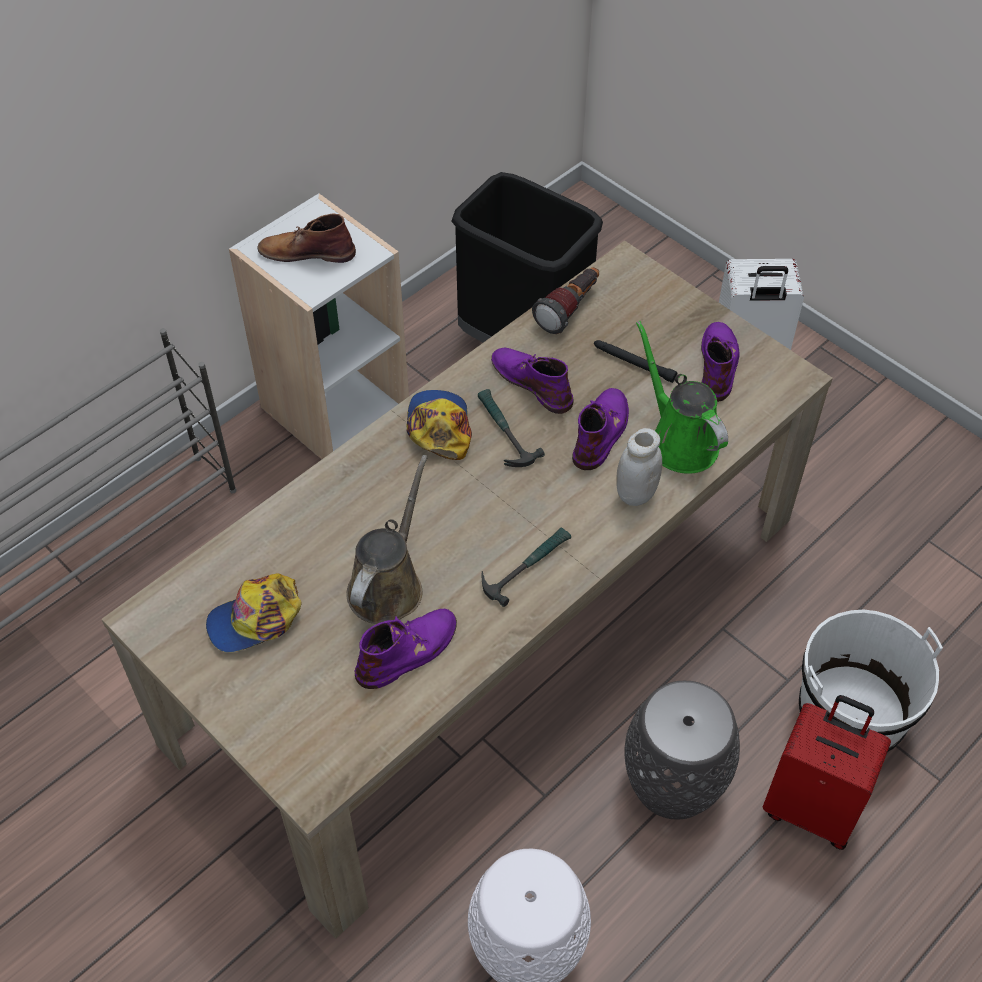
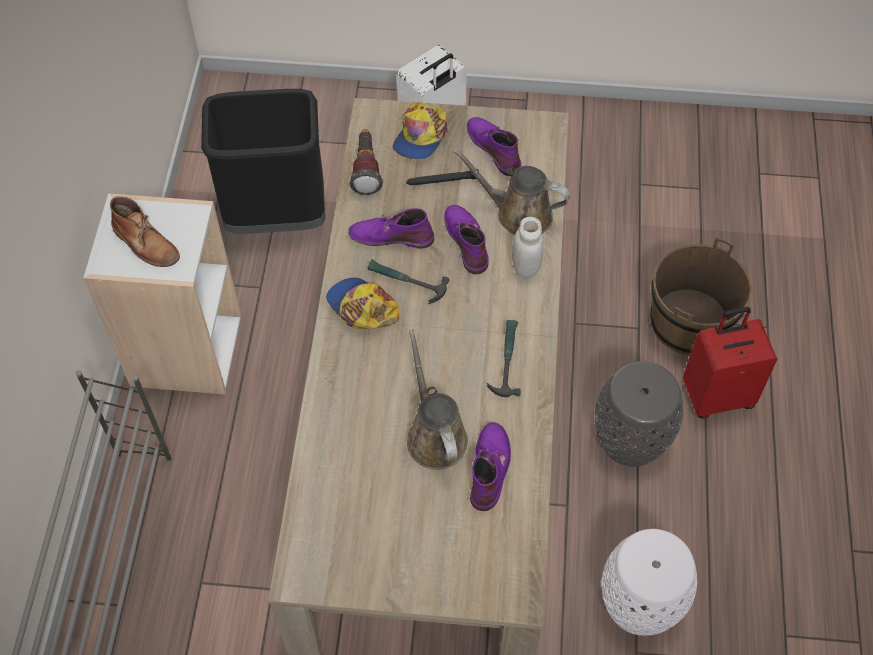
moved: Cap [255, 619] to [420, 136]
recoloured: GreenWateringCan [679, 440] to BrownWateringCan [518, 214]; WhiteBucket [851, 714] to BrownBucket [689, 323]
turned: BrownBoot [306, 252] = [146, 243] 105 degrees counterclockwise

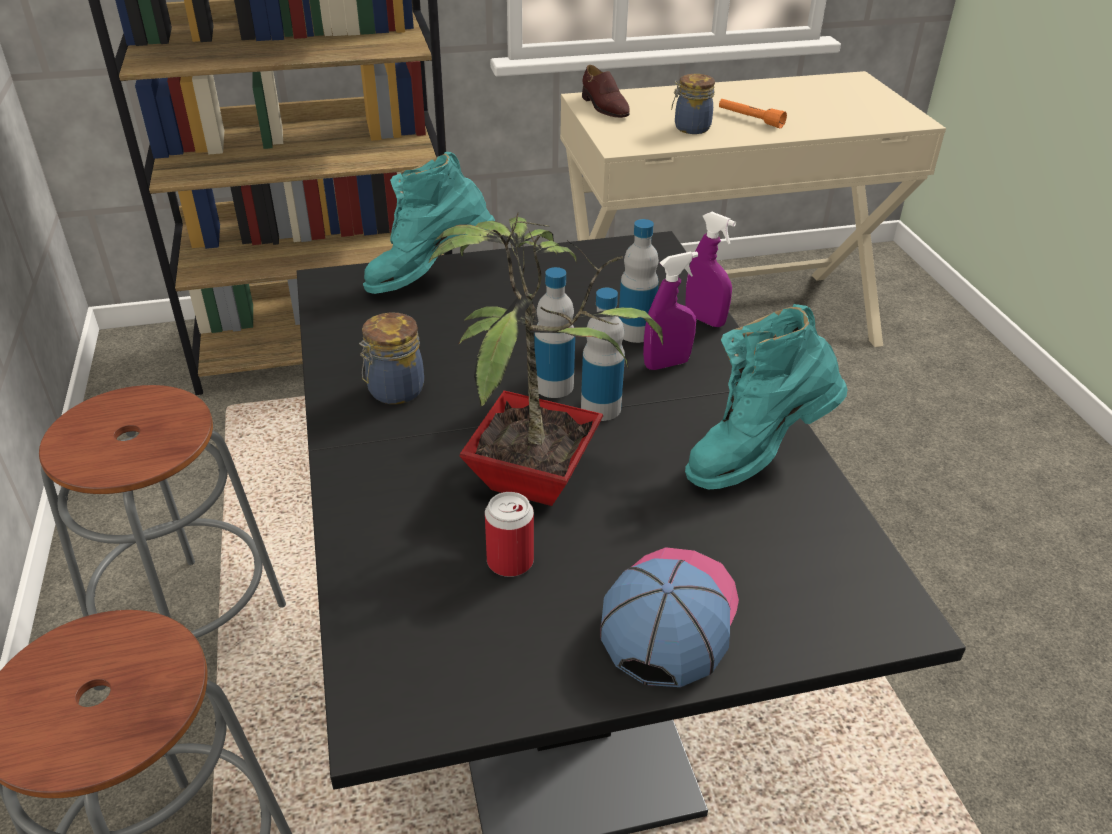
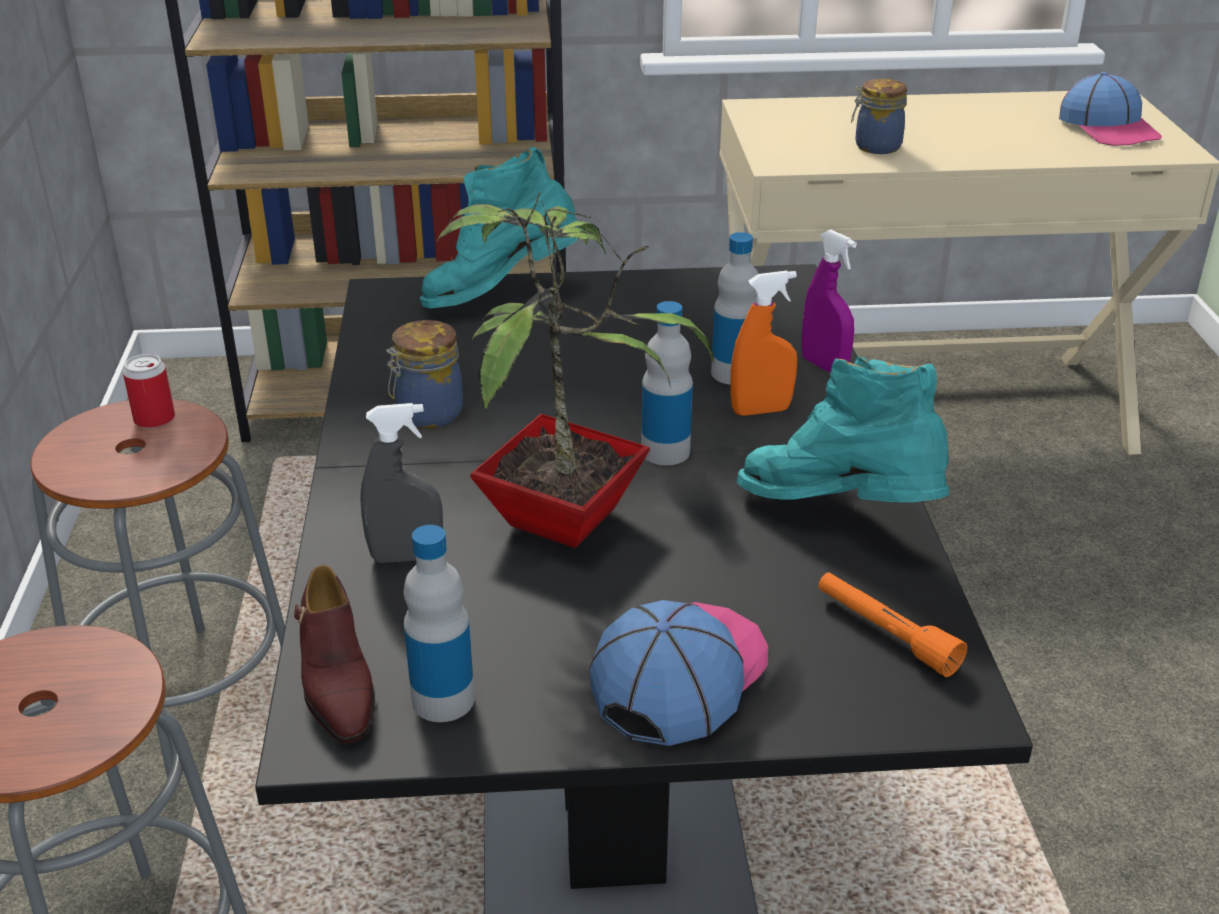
added: GreySprayBottle [406, 557]; Cap [1109, 128]
moved: Can [510, 561] to [154, 419]; BrownShoe [604, 107] to [335, 681]; Bottle [554, 386] to [443, 700]; OrangeFlashlight [750, 119] to [885, 634]
recoloured: PurpleSprayBottle [666, 364] to OrangeSprayBottle [761, 410]
turned: TurquoiseBoot [756, 455] = [840, 517] 60 degrees clockwise

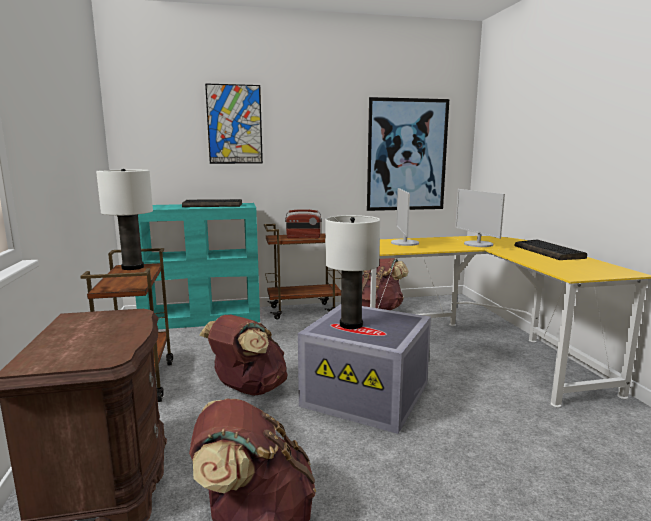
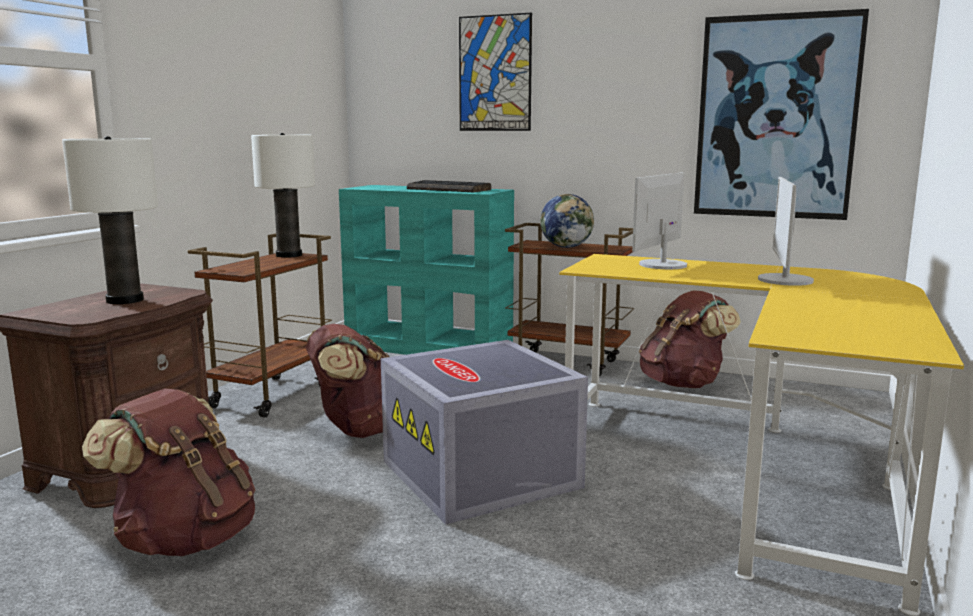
removed: Keyboard [549, 252]
moved: WhiteTableLamp [351, 324] to [125, 300]
replaced: Radio [303, 237] to Globe [566, 247]

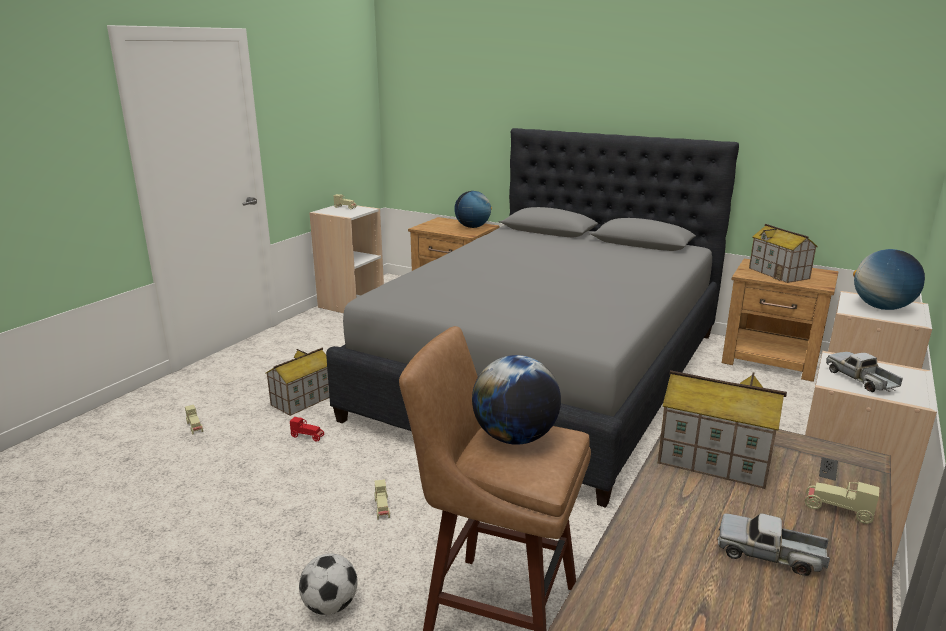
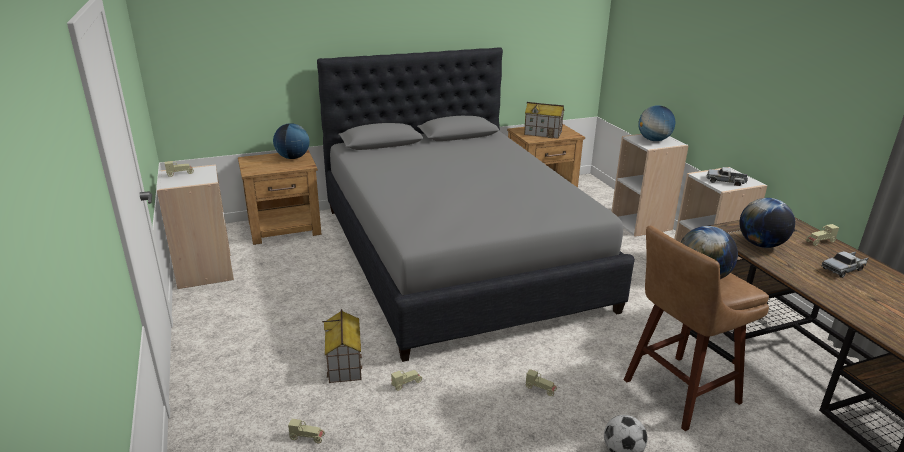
replaced: ToyHouse [712, 460] to Globe [761, 244]
recoloured: RedToyCar [308, 436] to BeigeToyCar [406, 383]

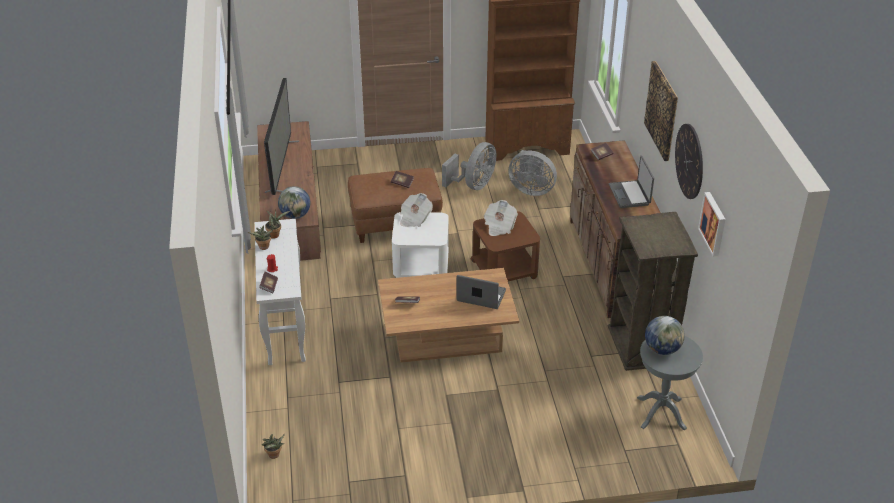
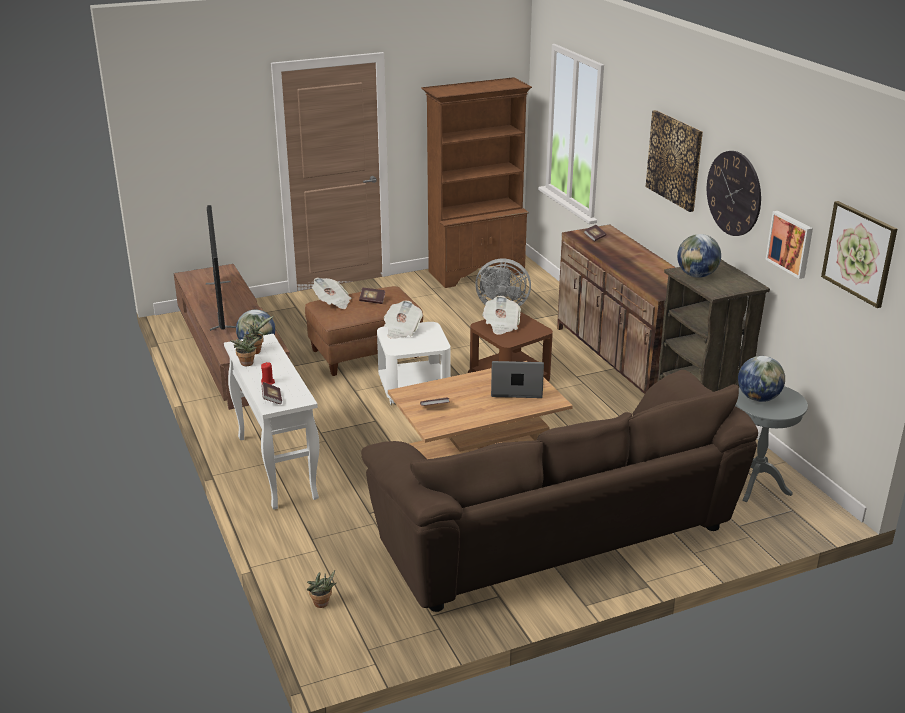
removed: GreyFan [473, 185]; Laptop [630, 195]
added: Newspaper [332, 302]; BrownSofa [557, 539]; Globe [696, 275]; Picture [859, 253]

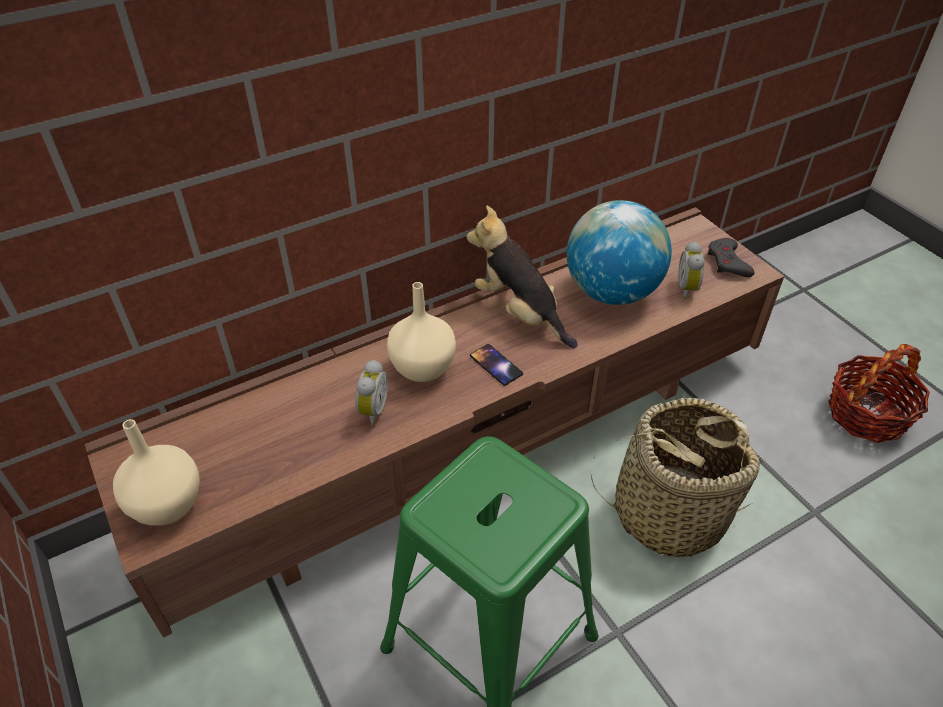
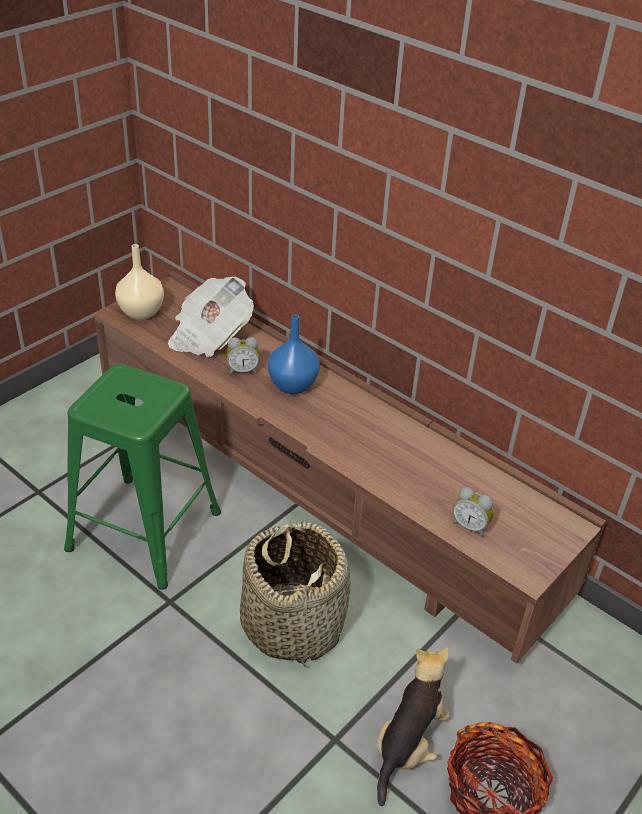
removed: Phone [496, 365]; Globe [611, 292]; GreyGameController [728, 262]
added: Newspaper [209, 336]
moved: PlushToy [520, 313] to [408, 744]
recoloured: BeigeVase [423, 367] to BlueVase [294, 385]
turned: AlarmClock [688, 289] = [470, 526] 135 degrees counterclockwise

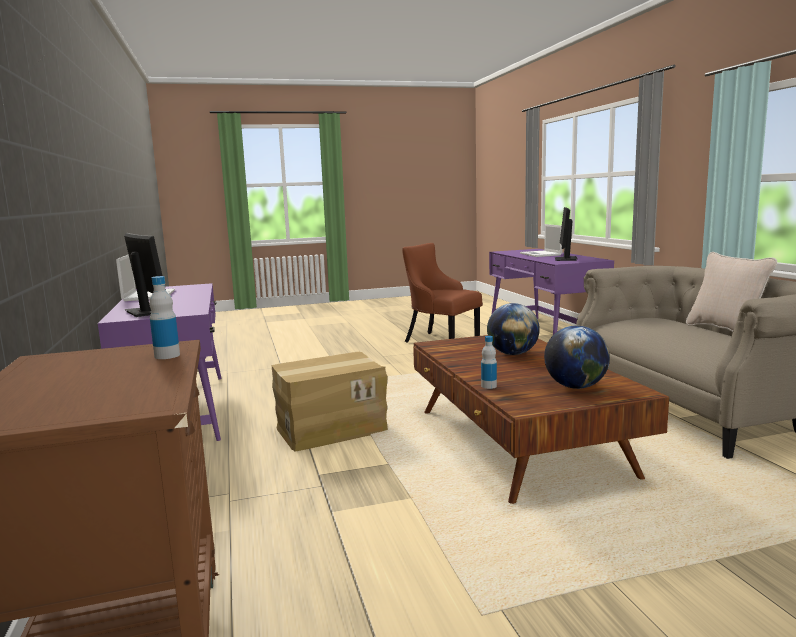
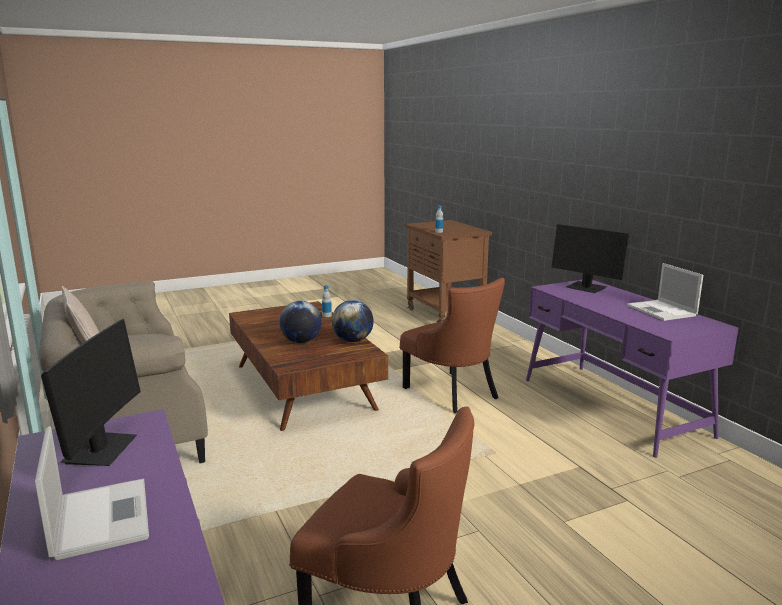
moved: Globe [575, 387] to [353, 341]
replaced: CardboardBox [331, 428] to BrownChair [450, 392]

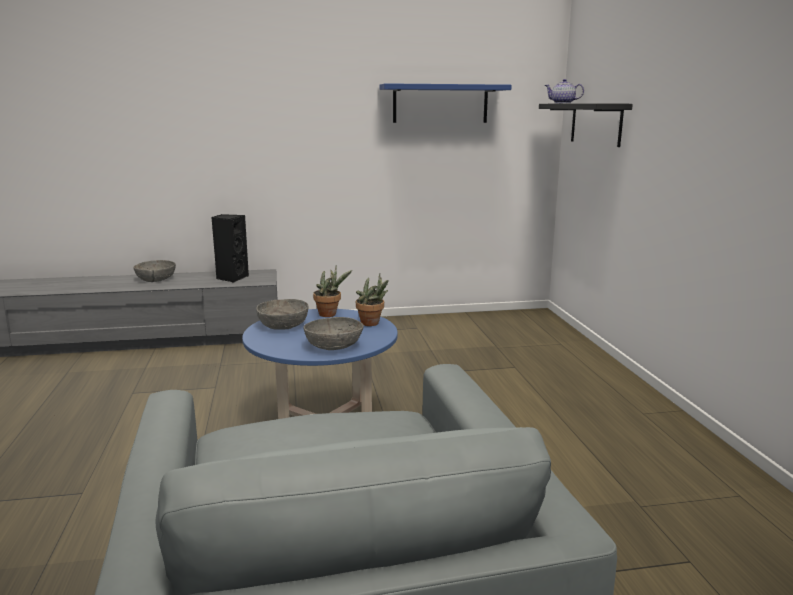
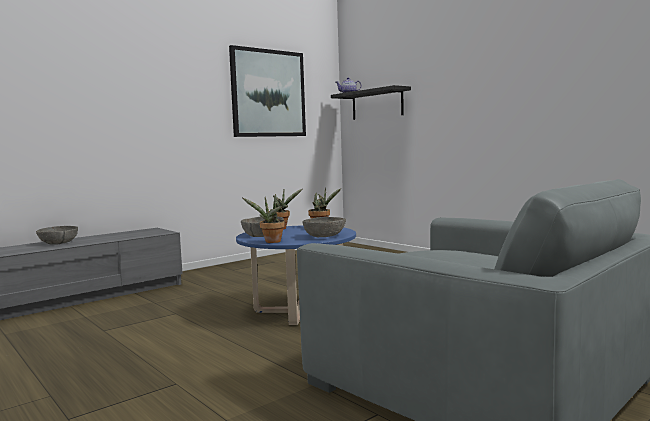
removed: BlackSpeaker [231, 278]
added: PottedPlant [271, 242]
replaced: BlueShelf [440, 104] to Picture [268, 93]

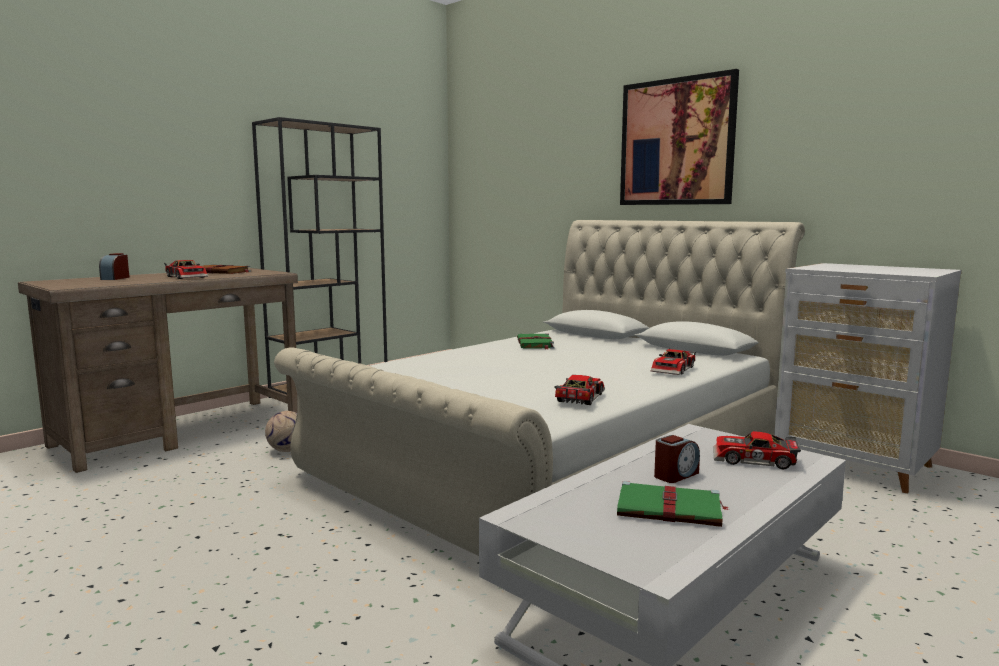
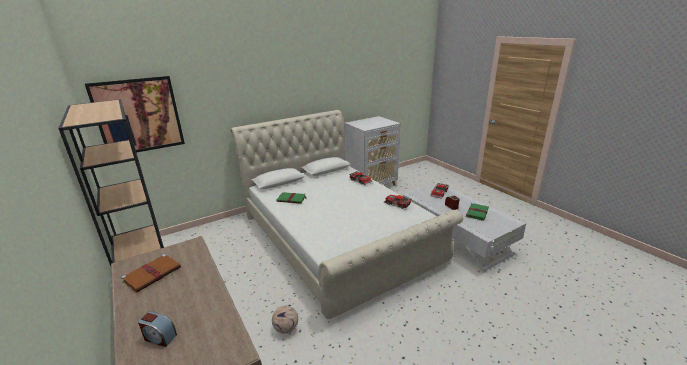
removed: ToyCar [188, 277]
moved: Picture [676, 142] to [139, 115]

